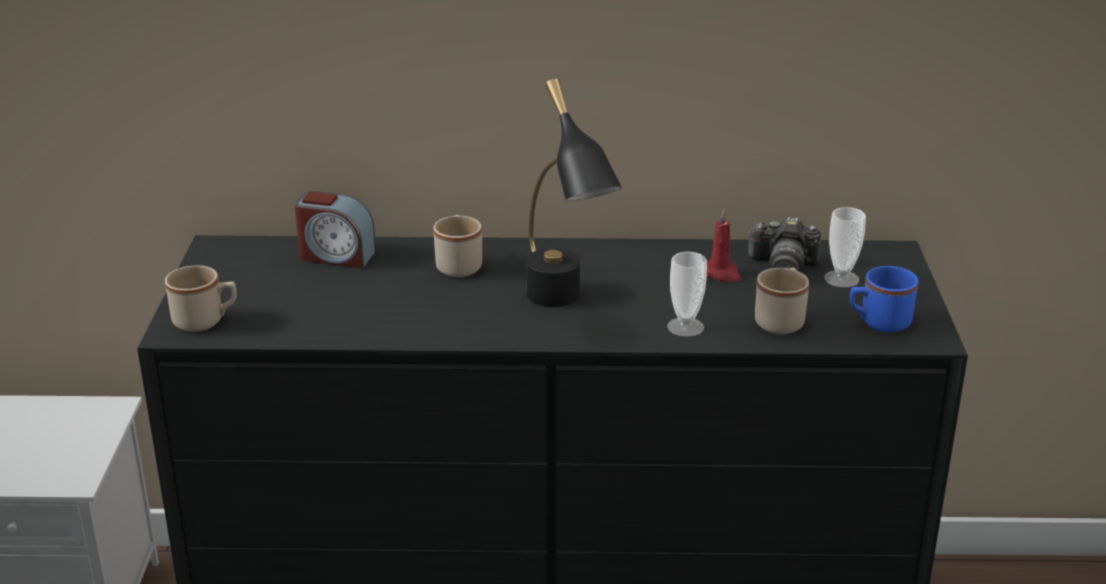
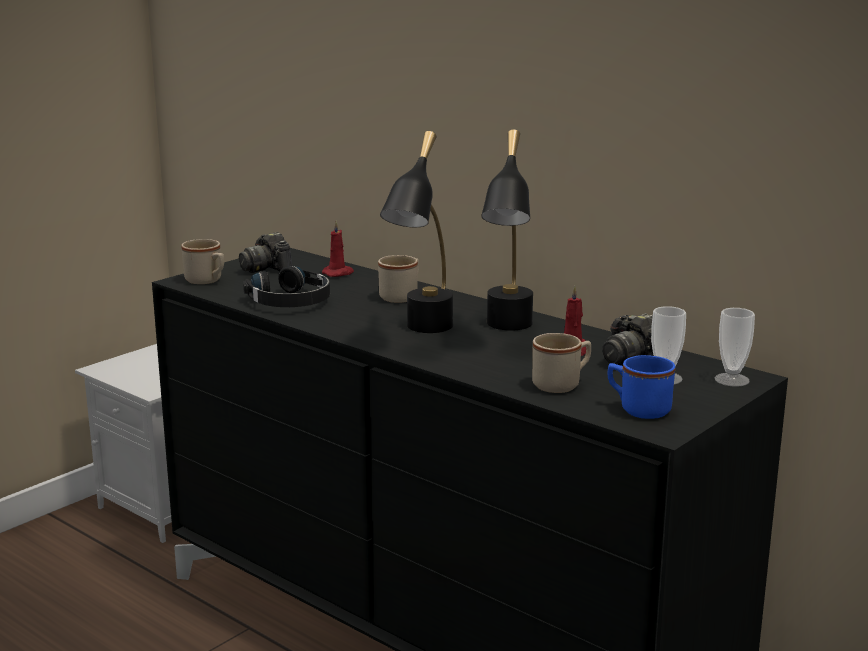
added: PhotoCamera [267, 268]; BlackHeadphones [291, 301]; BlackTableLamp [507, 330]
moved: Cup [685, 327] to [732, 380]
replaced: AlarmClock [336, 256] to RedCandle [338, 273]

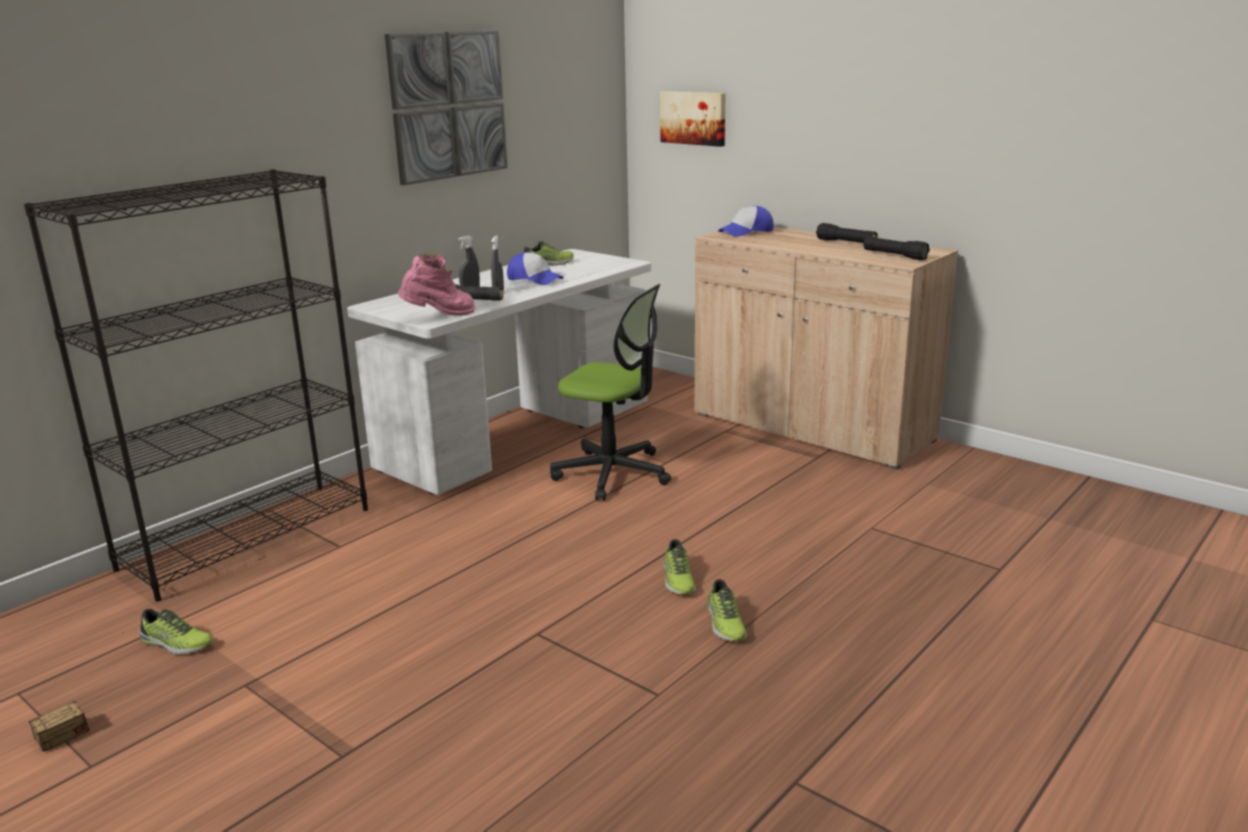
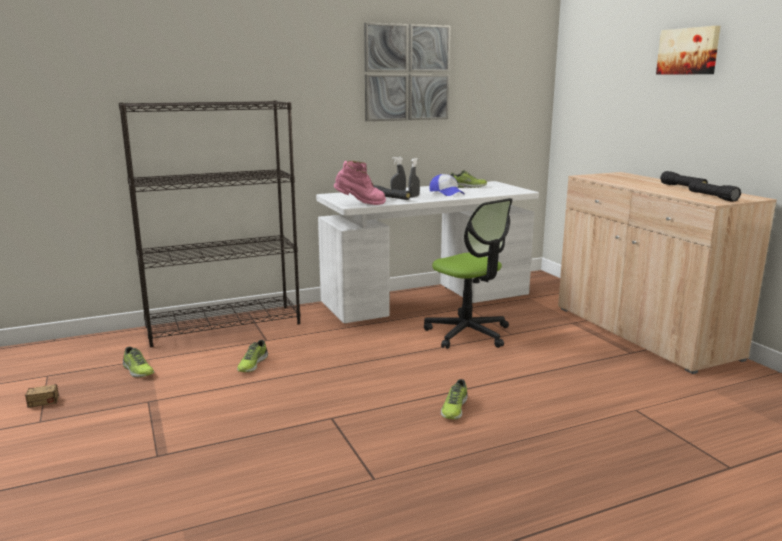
removed: Cap [746, 232]
moved: Shoe [724, 623] to [252, 364]; Picture [694, 118] to [688, 51]

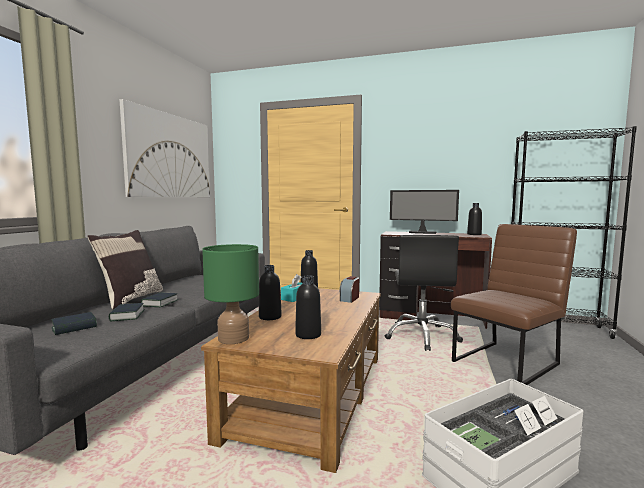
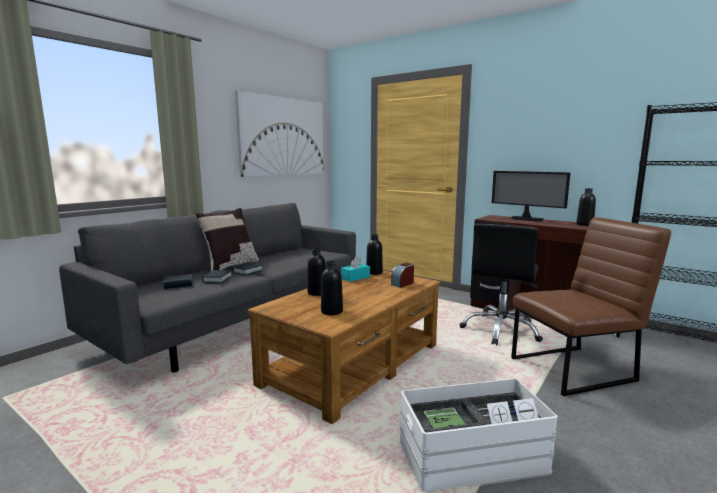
removed: GreenTableLamp [233, 338]

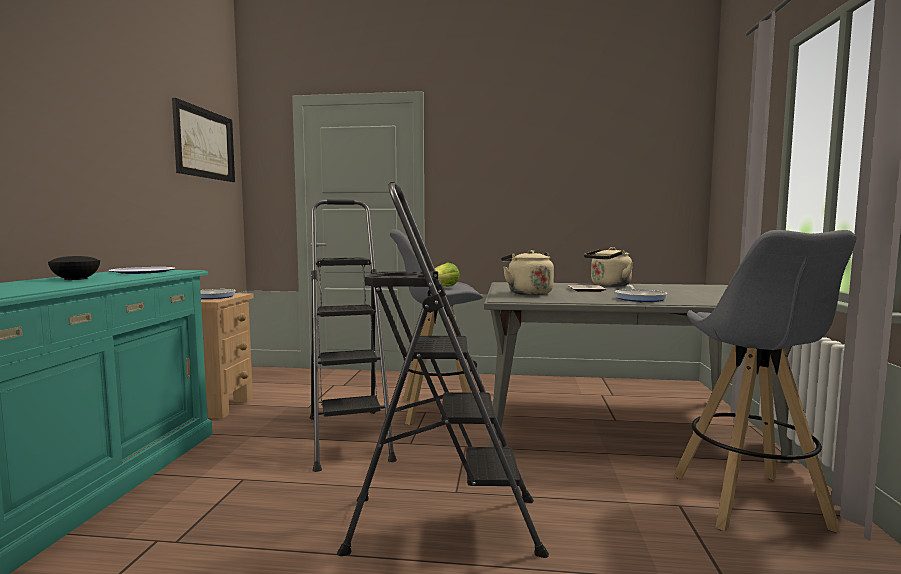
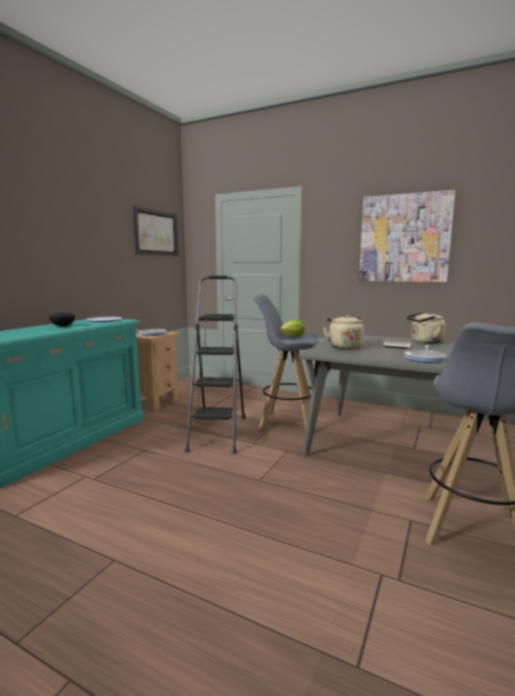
removed: StepLadder [440, 524]
added: Picture [404, 238]

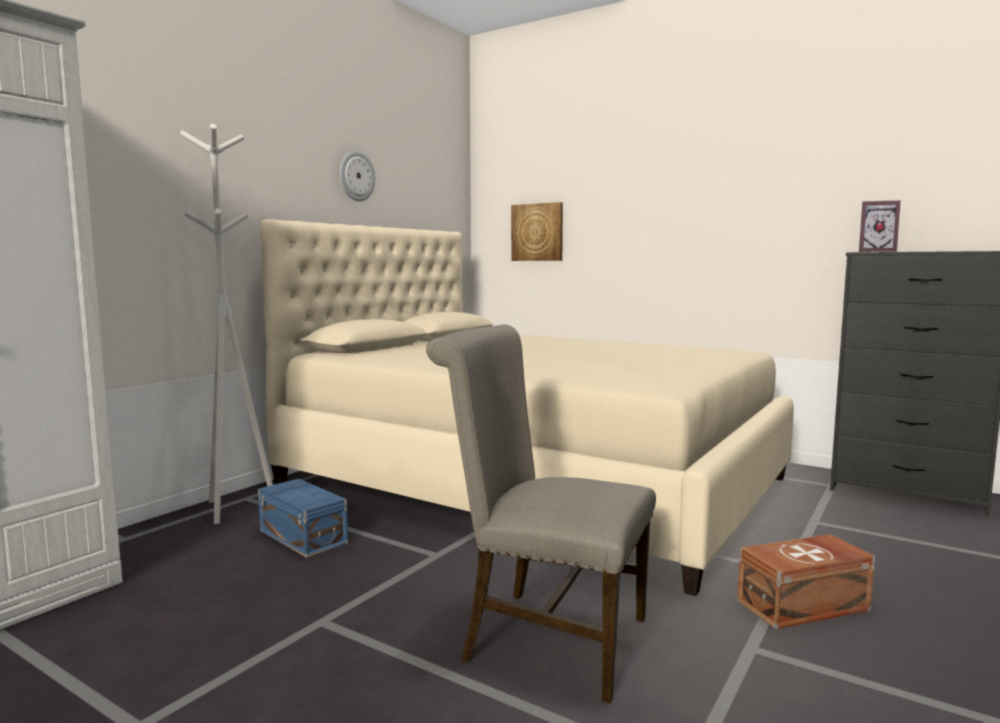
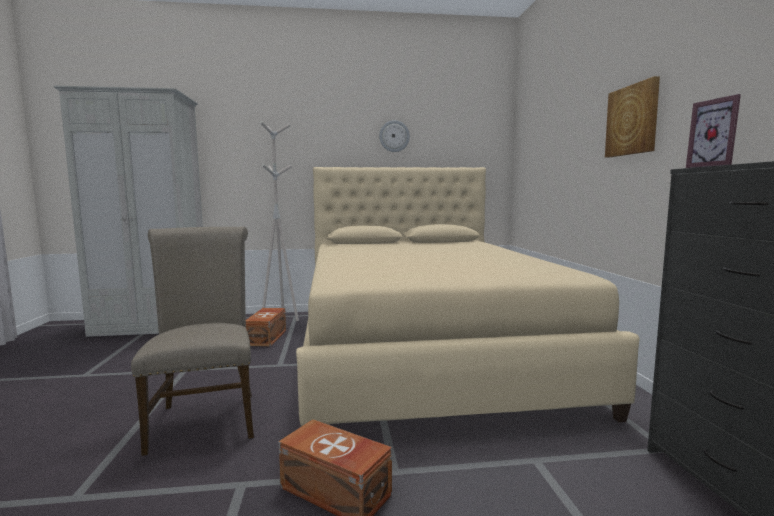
moved: Picture [537, 232] to [632, 120]
recoloured: BlueStorageBox [303, 536] to BrownStorageBox [267, 337]

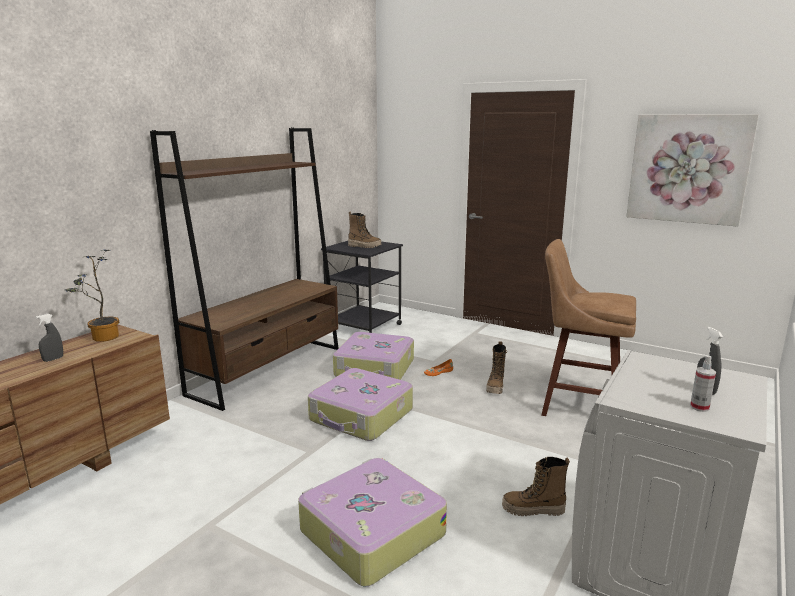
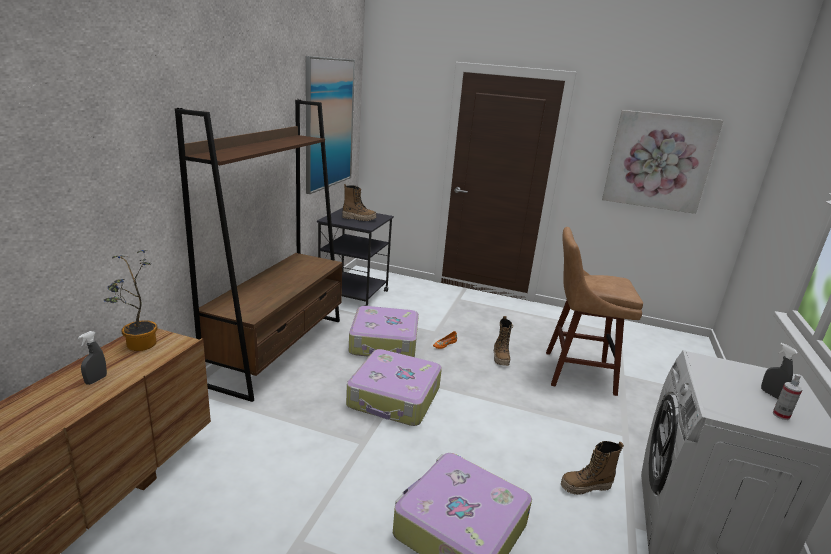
added: Picture [329, 124]

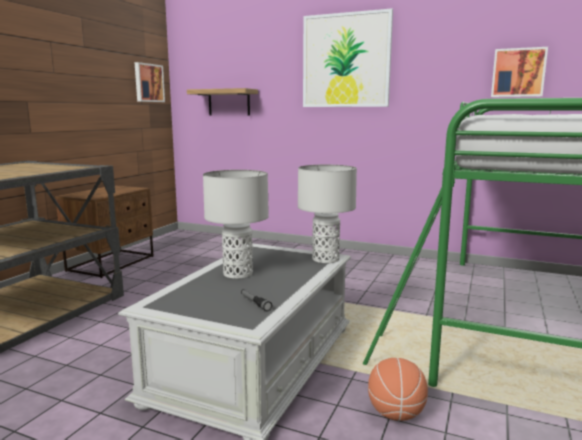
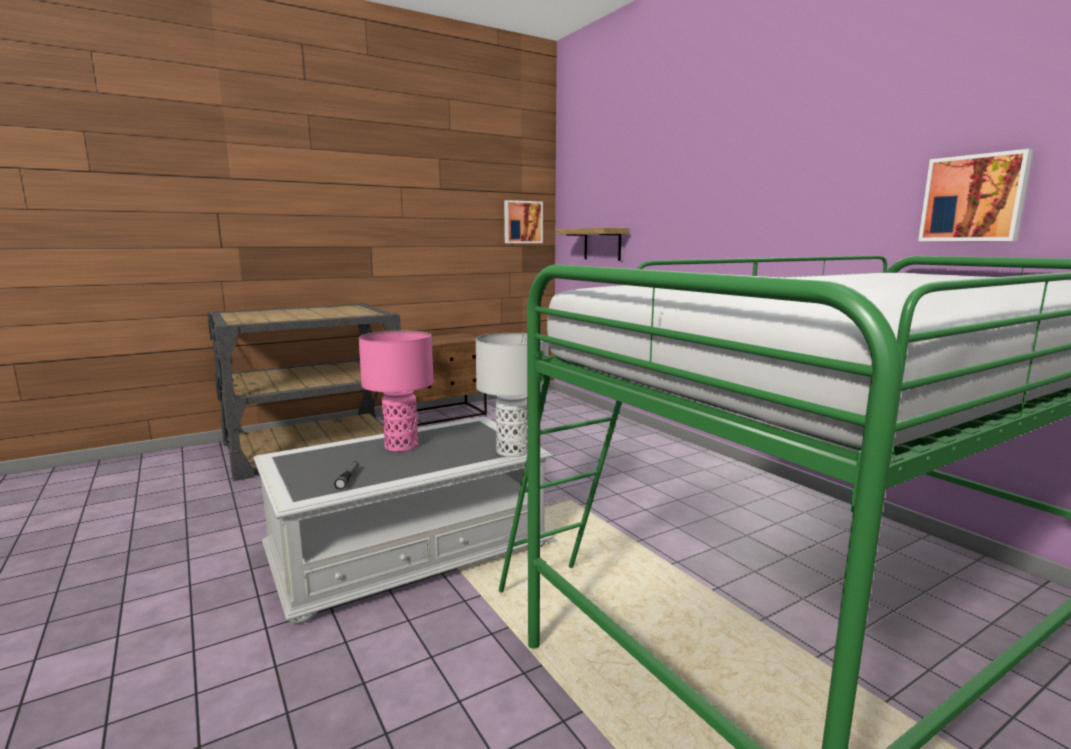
removed: Picture [346, 61]; Basketball [396, 413]
recoloured: WhiteTableLamp [238, 273] to PinkTableLamp [402, 445]

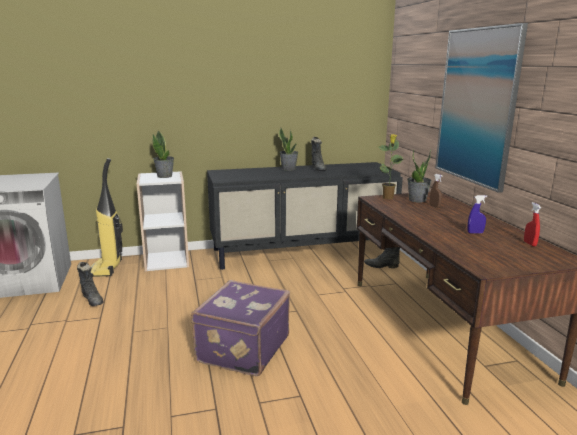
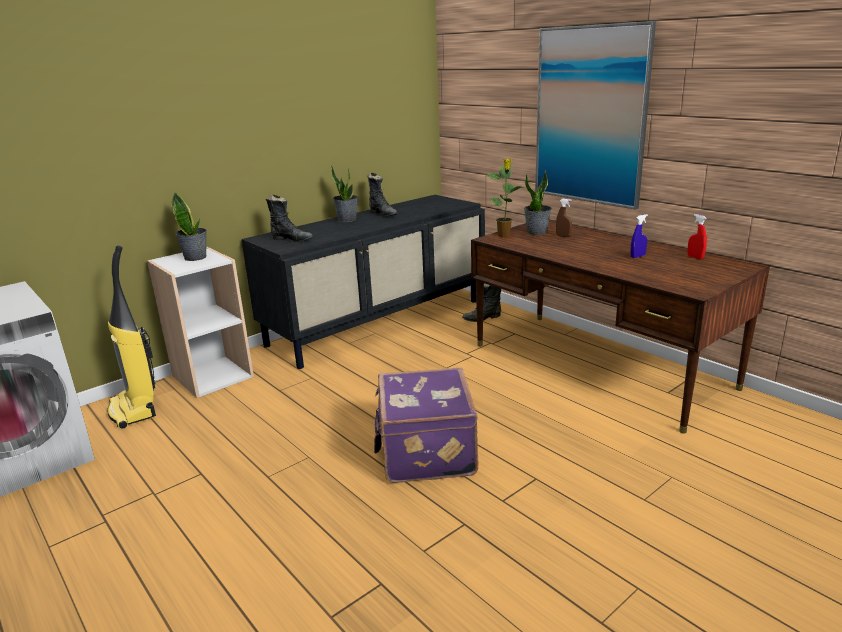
moved: BlackBoot [92, 300] to [292, 239]

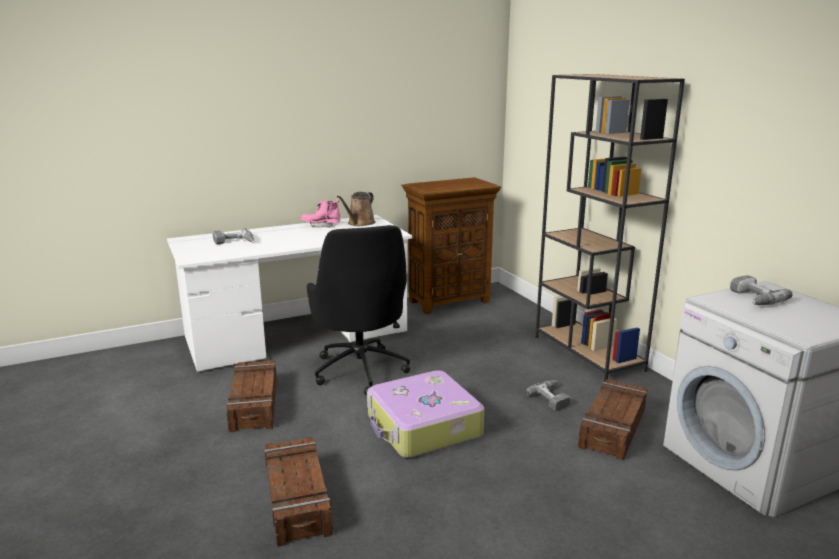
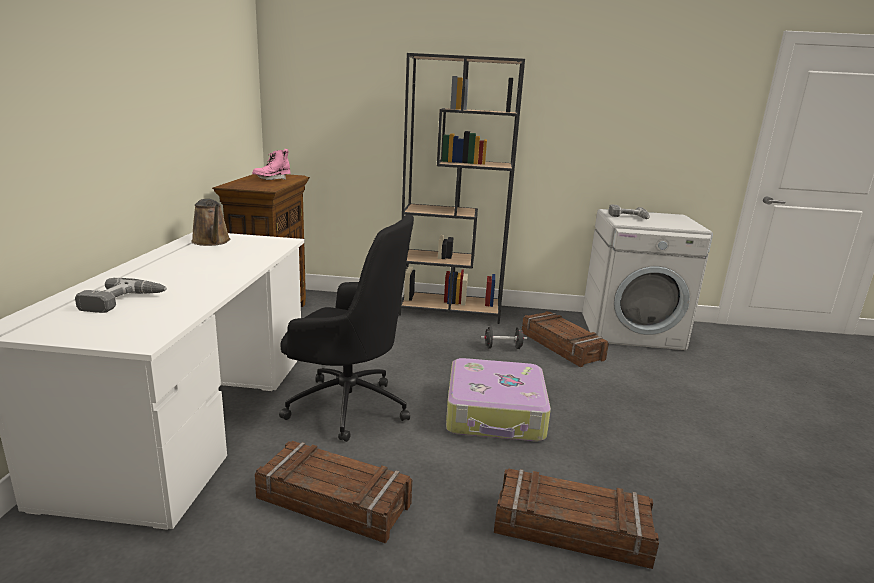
moved: PinkBoot [321, 225] to [272, 179]
replaced: PowerDrill [553, 398] to BlackDumbbell [502, 347]

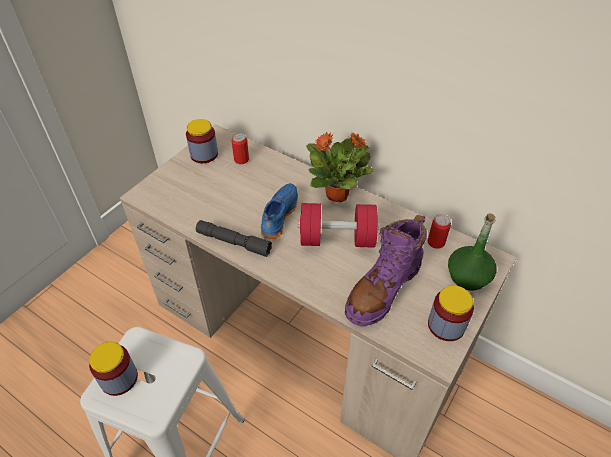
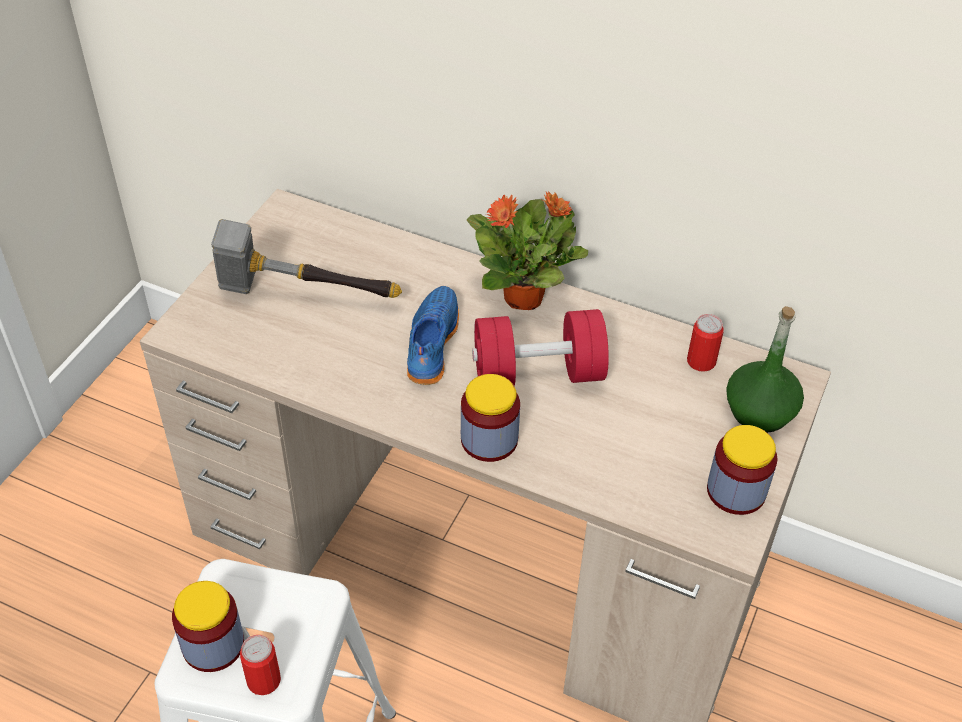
removed: GreyFlashlight [233, 242]; PurpleBoot [383, 289]
added: Hammer [302, 298]
moved: Can [241, 160] to [264, 680]; Jar [204, 154] to [489, 439]

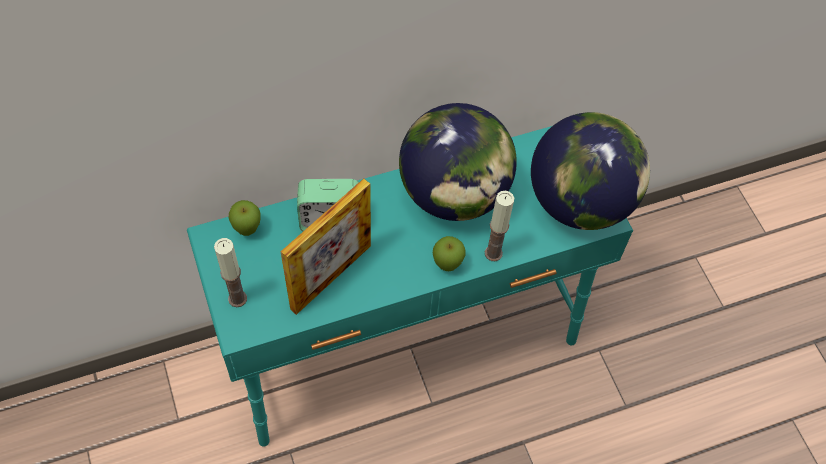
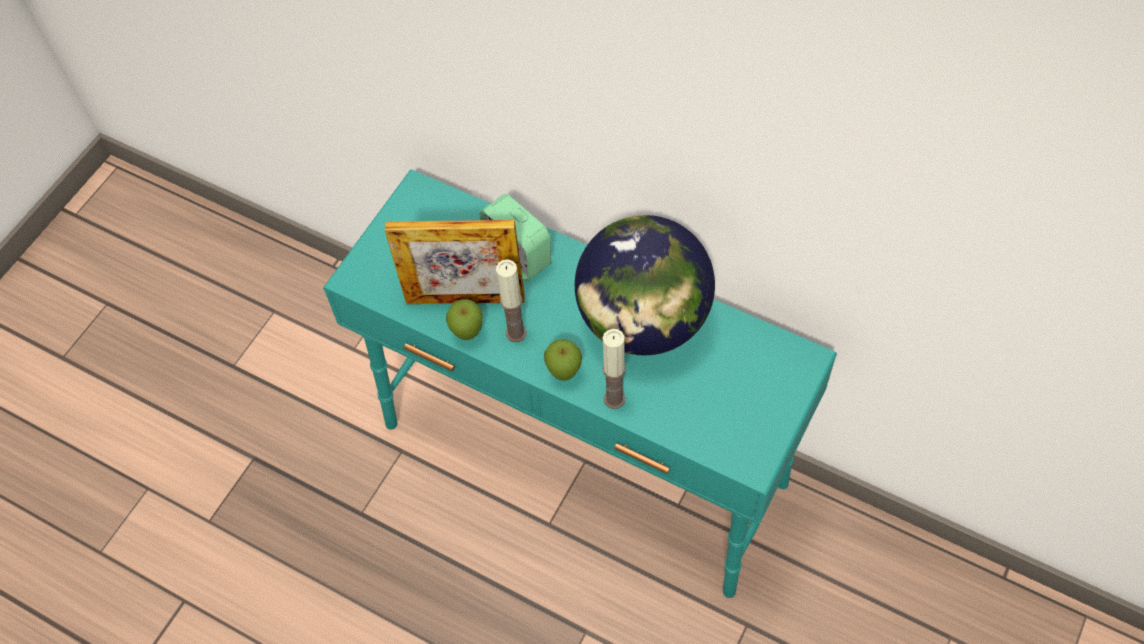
removed: Globe [580, 202]
moved: Apple [247, 230] to [468, 333]; Candle [237, 298] to [516, 333]

